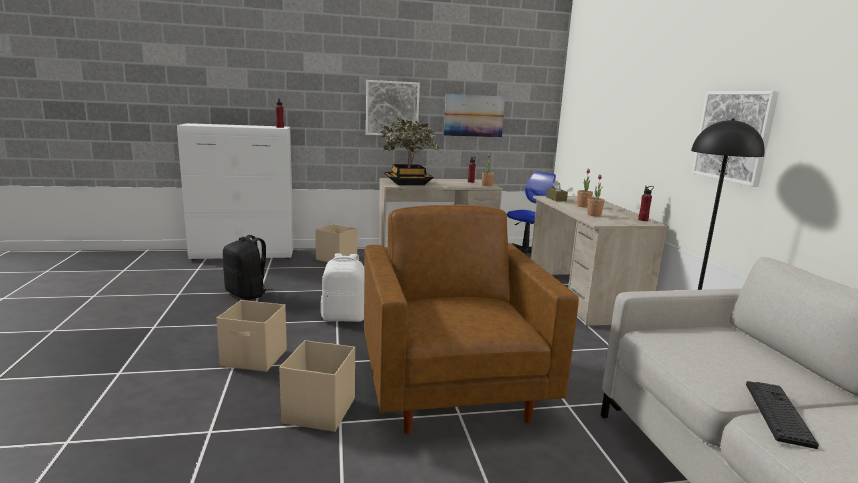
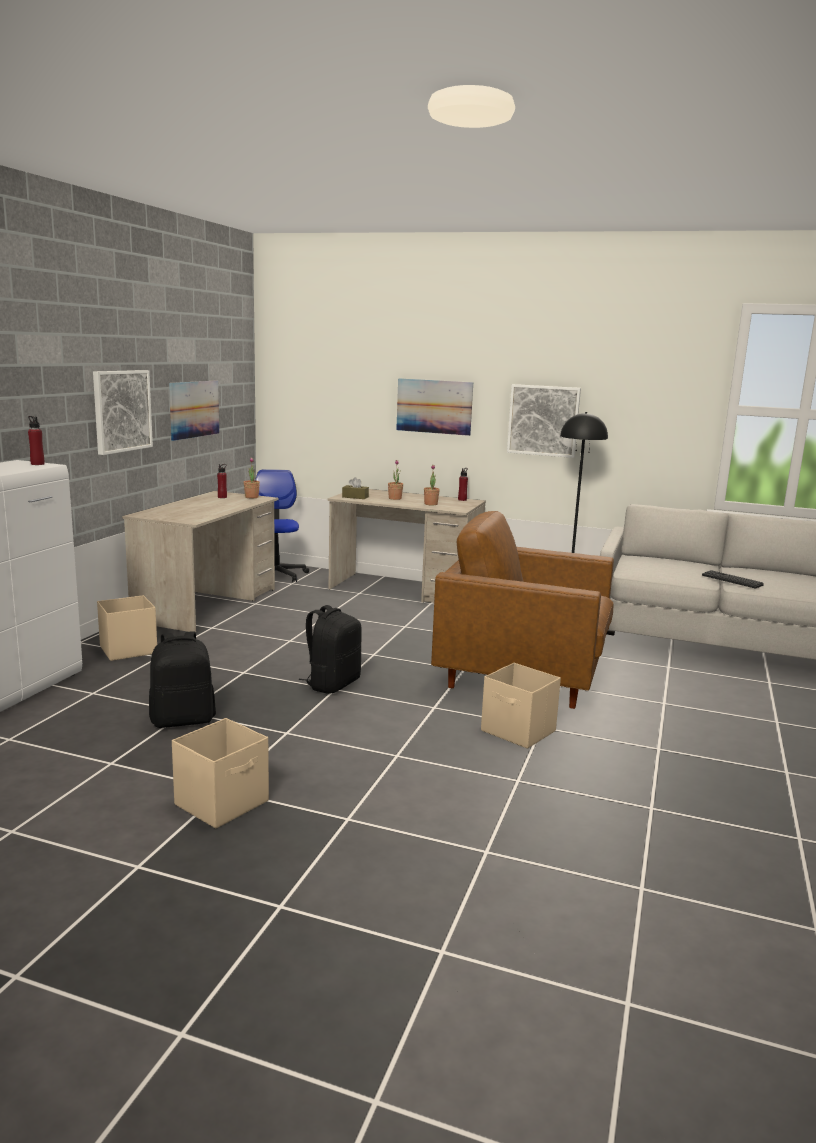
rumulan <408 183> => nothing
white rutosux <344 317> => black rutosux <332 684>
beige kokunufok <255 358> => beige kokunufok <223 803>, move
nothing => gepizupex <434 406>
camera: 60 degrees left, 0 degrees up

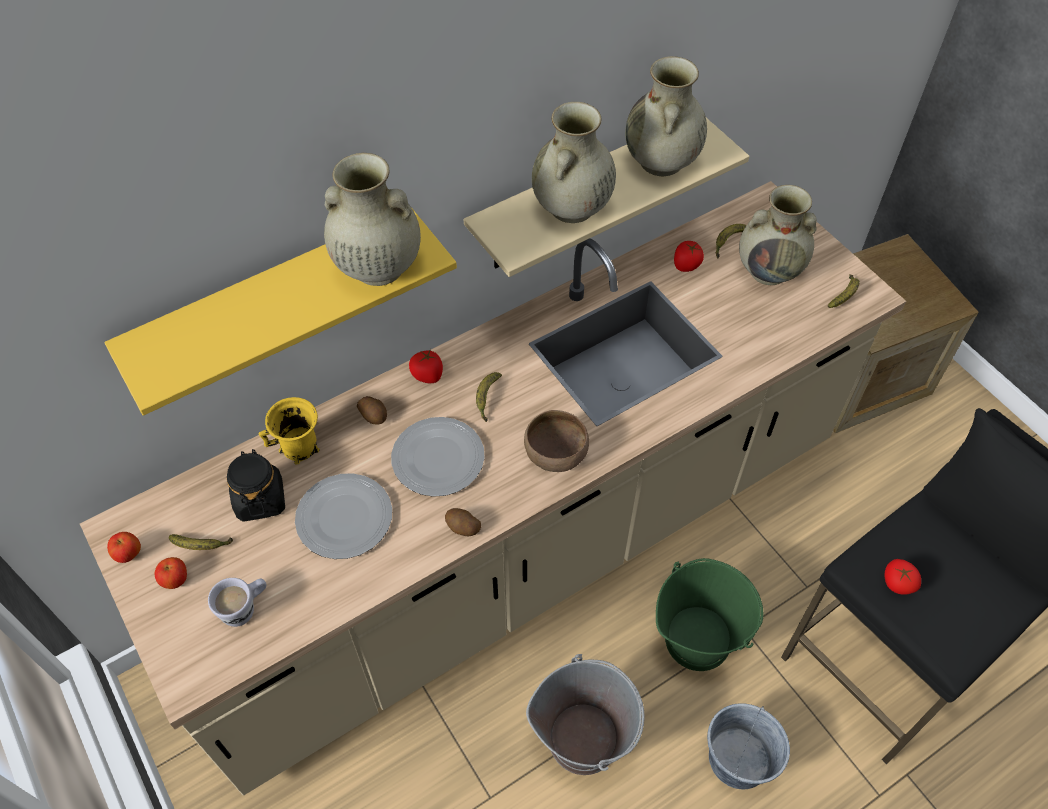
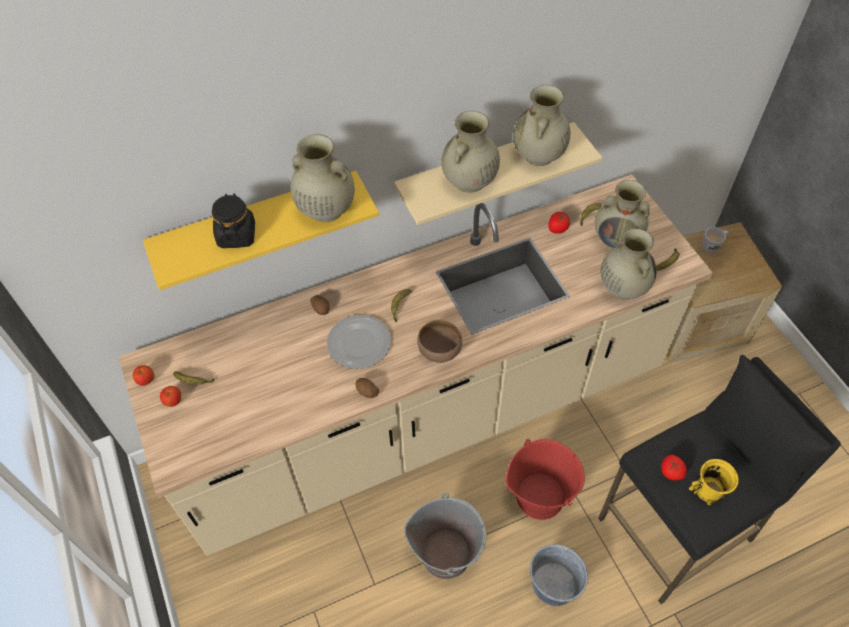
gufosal <428 375> => nothing
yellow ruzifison <300 447> => yellow ruzifison <708 491>, move
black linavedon <260 499> => black linavedon <236 235>, move
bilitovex <345 519> => nothing
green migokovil <697 638> => red migokovil <539 496>
white ruzifison <245 608> => white ruzifison <712 246>, move
nothing => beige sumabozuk <622 287>
camera: 10 degrees right, 0 degrees up

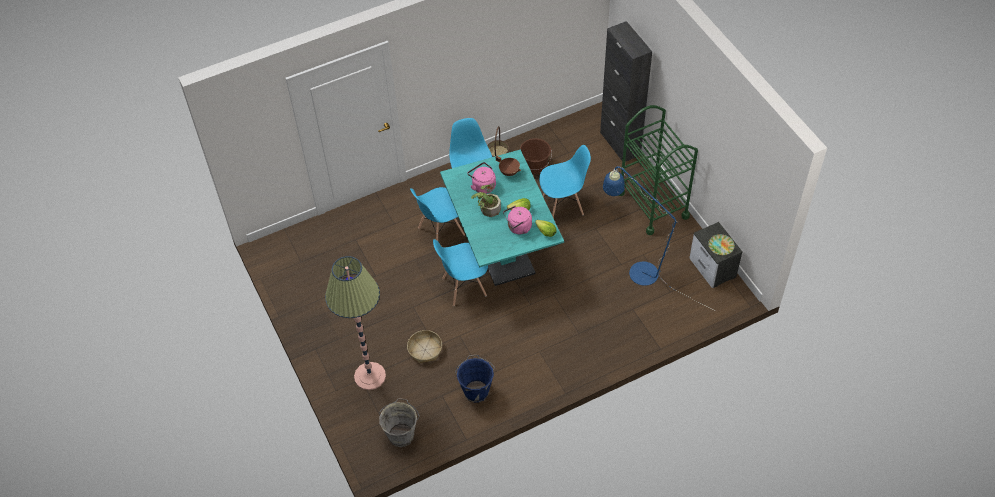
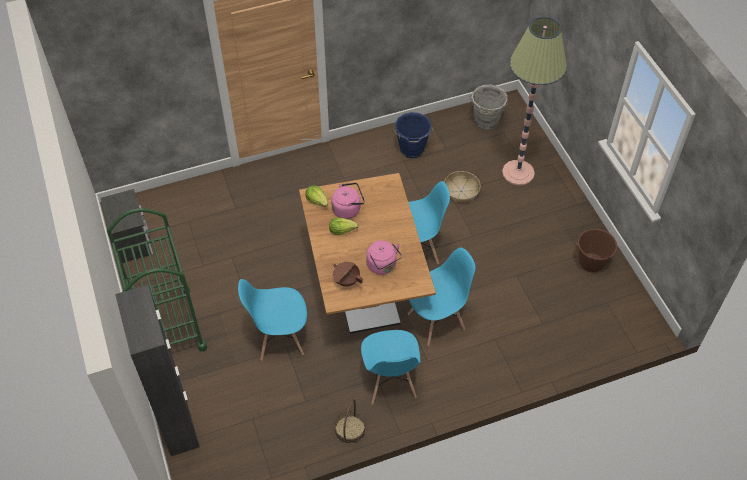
brown migokovil <535 167> => brown migokovil <591 263>, move
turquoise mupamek <502 250> => brown mupamek <365 290>
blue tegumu <636 270> => nothing
rumulan <487 208> => nothing
bilitovex <720 246> => nothing
camera: 175 degrees left, 0 degrees up

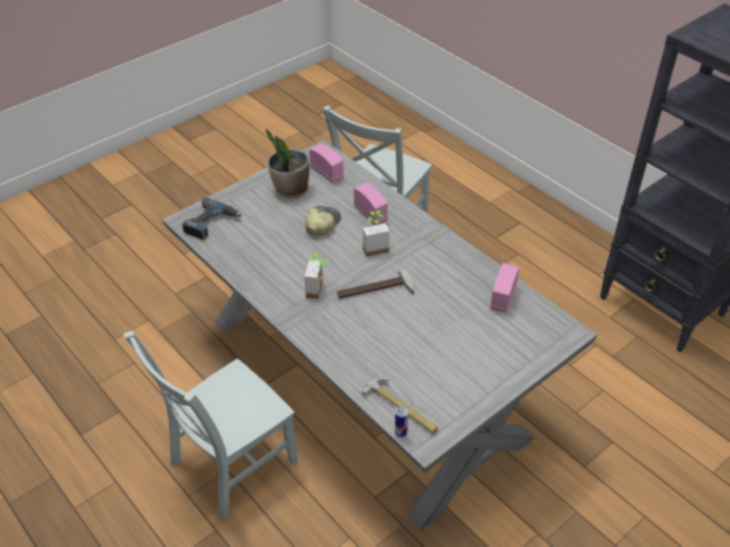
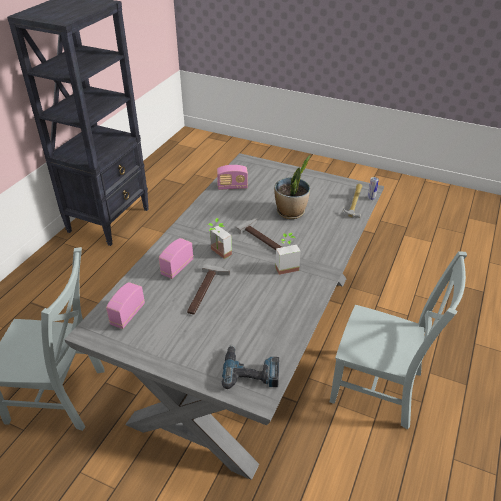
rumulan <290 189> => rumulan <291 212>, move
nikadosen <322 224> => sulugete <206 291>
camera: 115 degrees left, 5 degrees down

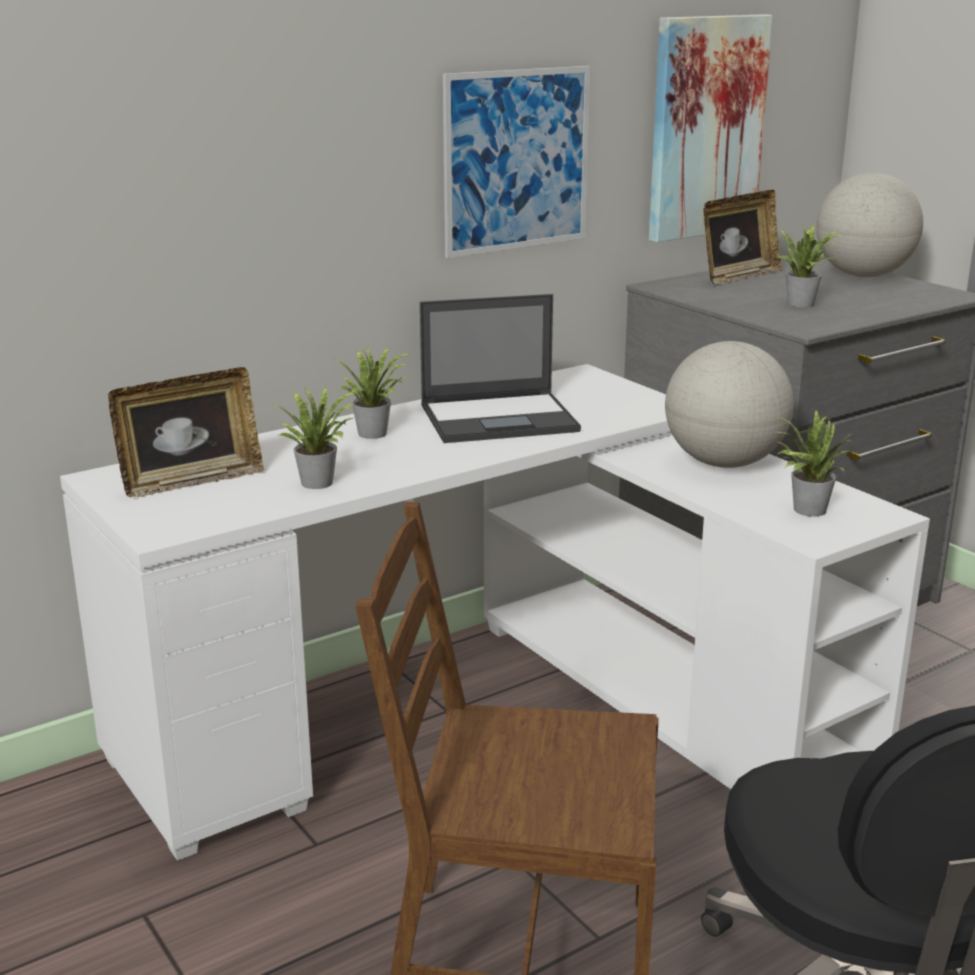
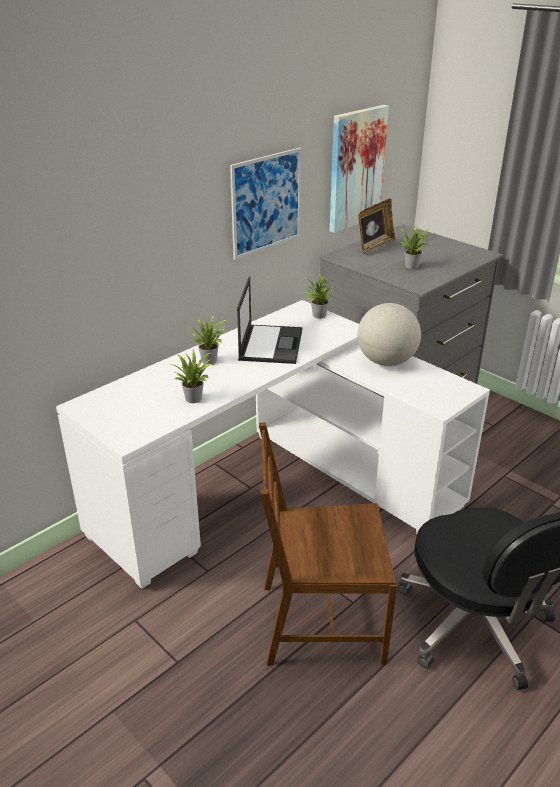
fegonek <863 276> => nothing
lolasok <500 418> => lolasok <271 344>, 60 degrees counterclockwise
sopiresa <191 481> => nothing
rumulan <805 510> => rumulan <317 315>, move
camera: 10 degrees left, 10 degrees up

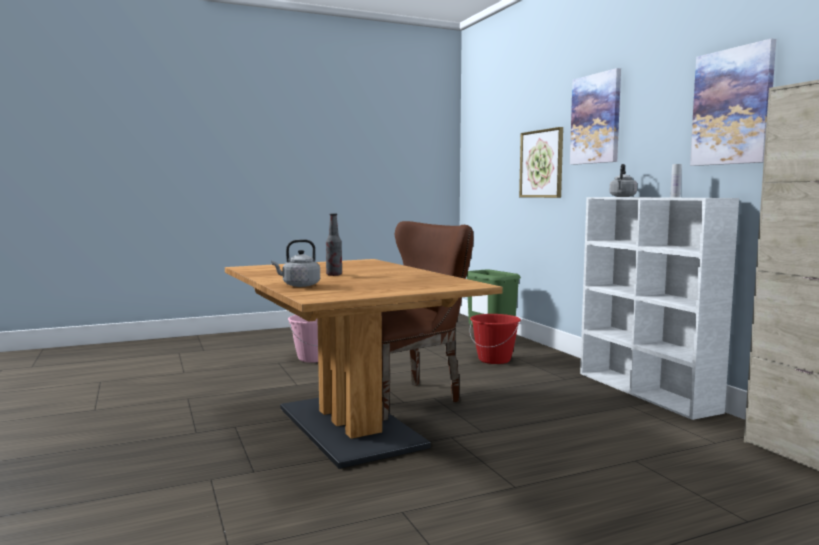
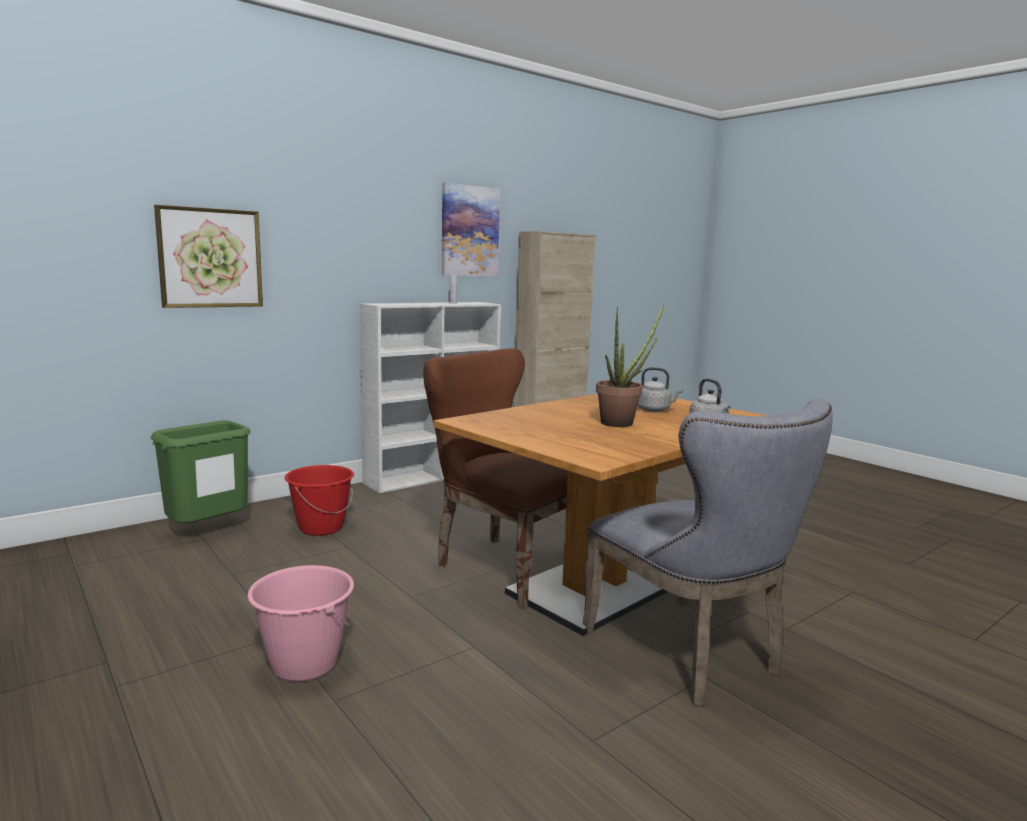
gepizupex <596 119> => nothing
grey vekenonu <622 196> => grey vekenonu <655 410>, move
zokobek <334 275> => rumulan <622 422>
nothing => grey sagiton <692 655>
camera: 105 degrees left, 5 degrees up

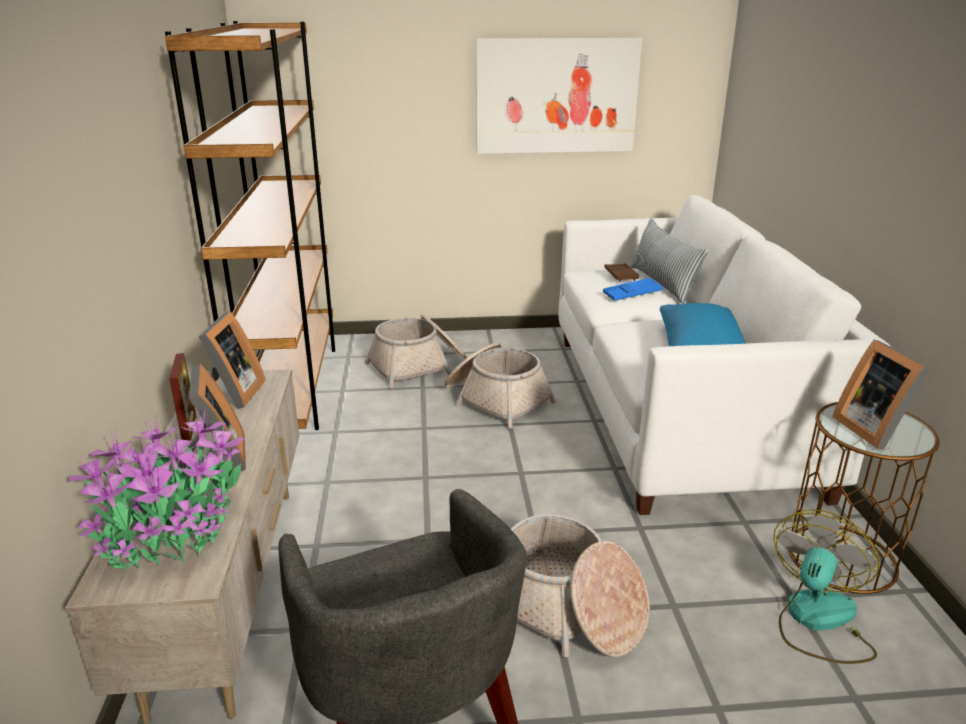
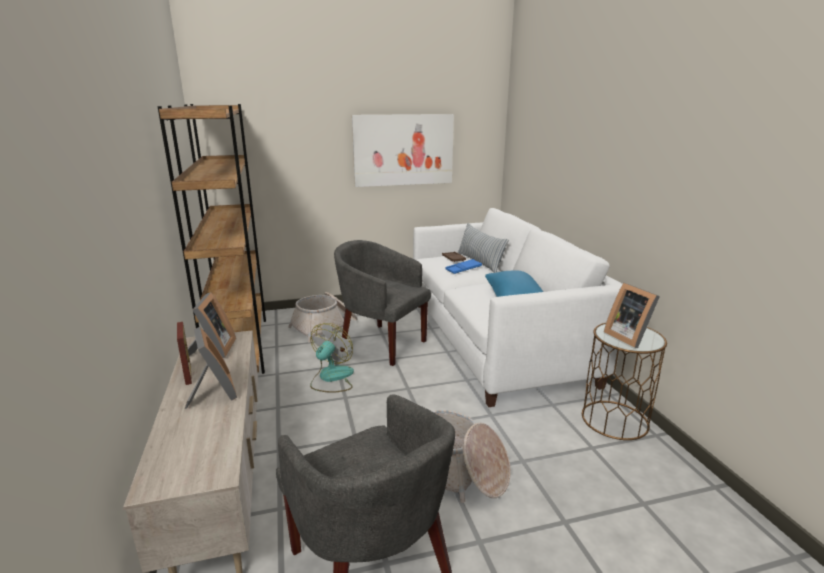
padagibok <496 399> => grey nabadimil <381 344>
rumulan <172 530> => nothing
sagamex <817 621> => sagamex <331 378>, move
camera: 10 degrees left, 5 degrees down

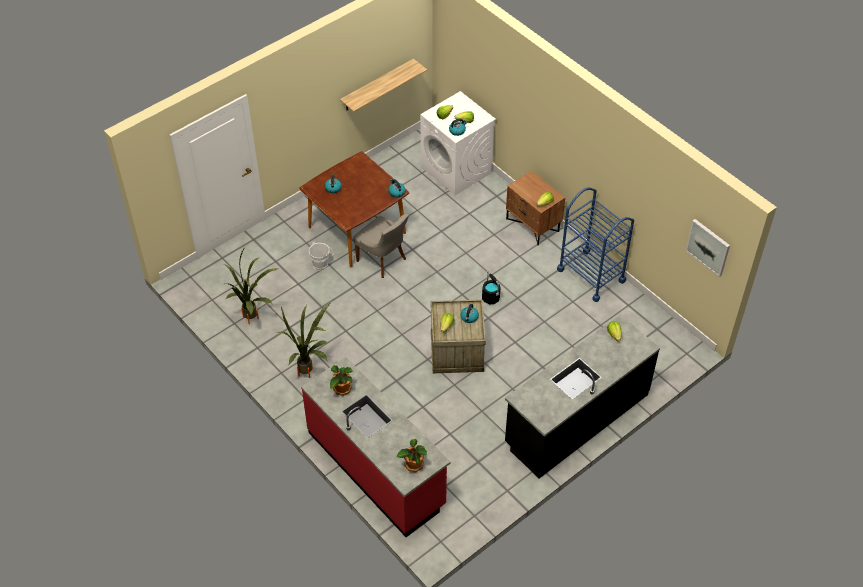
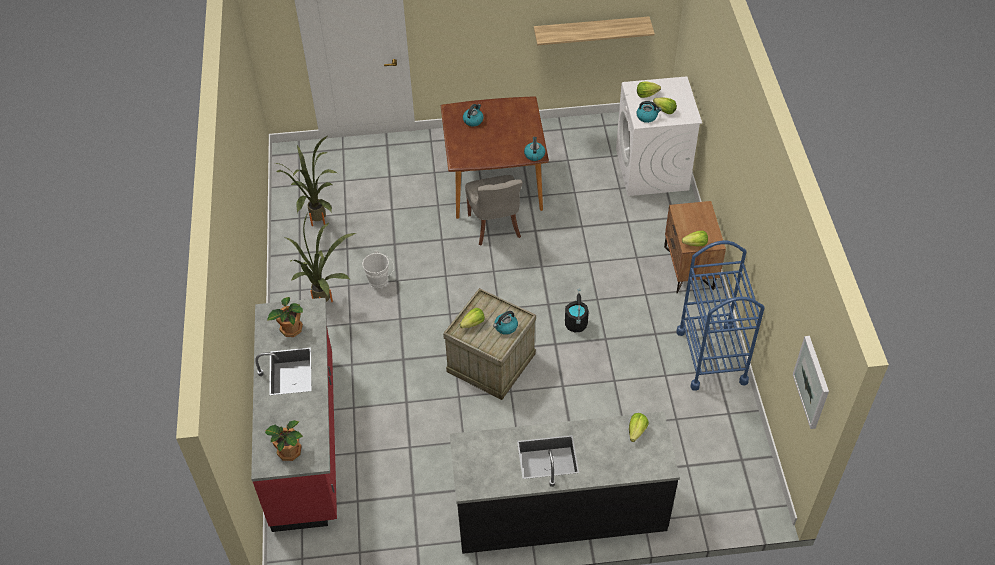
white migokovil <322 264> => white migokovil <380 280>, move
camera: 35 degrees right, 0 degrees up

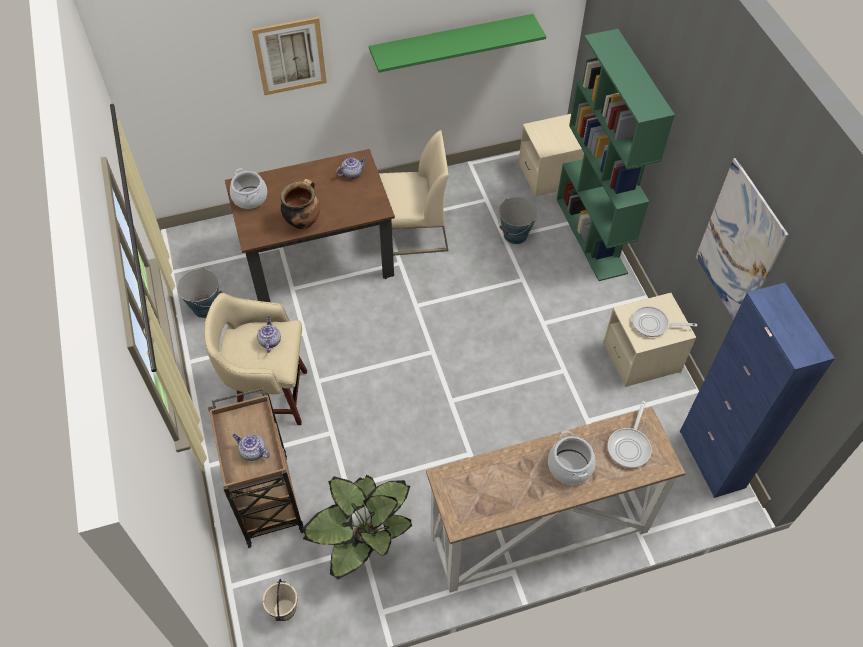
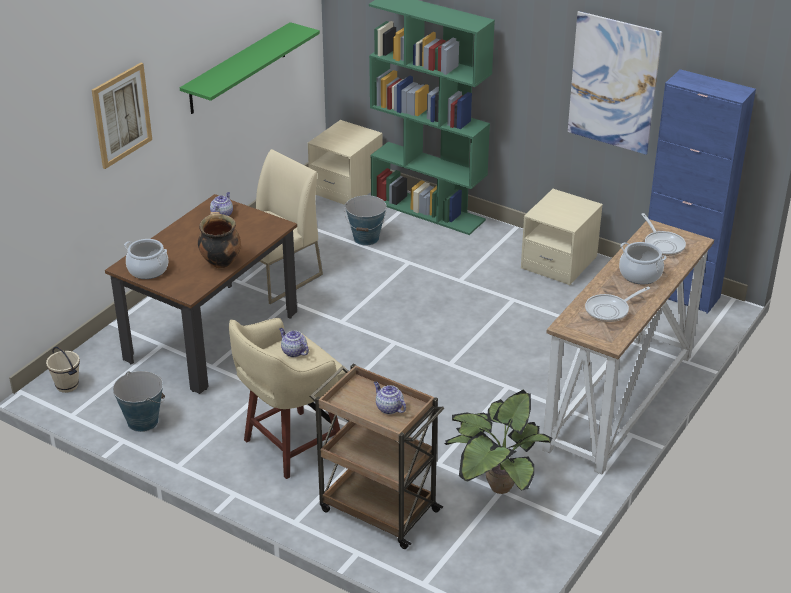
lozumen <653 324> => lozumen <610 310>, move
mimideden <252 452> => mimideden <388 408>, 60 degrees clockwise
beige migokovil <284 609> => beige migokovil <67 385>, move
camera: 40 degrees left, 20 degrees down

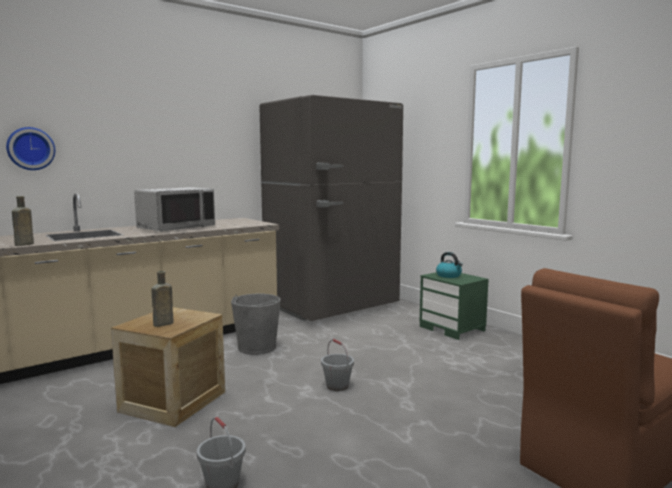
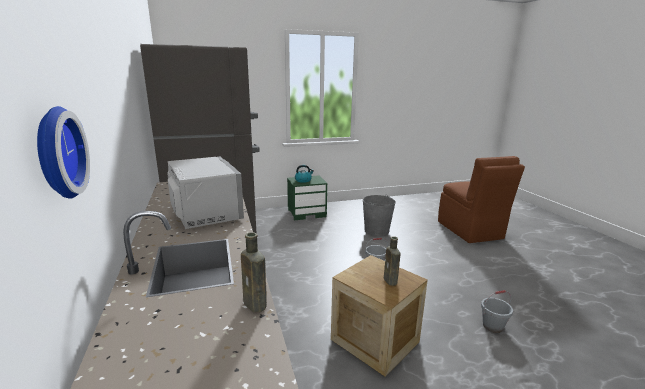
grey migokovil <256 348> => grey migokovil <377 230>, move
camera: 70 degrees left, 10 degrees up

